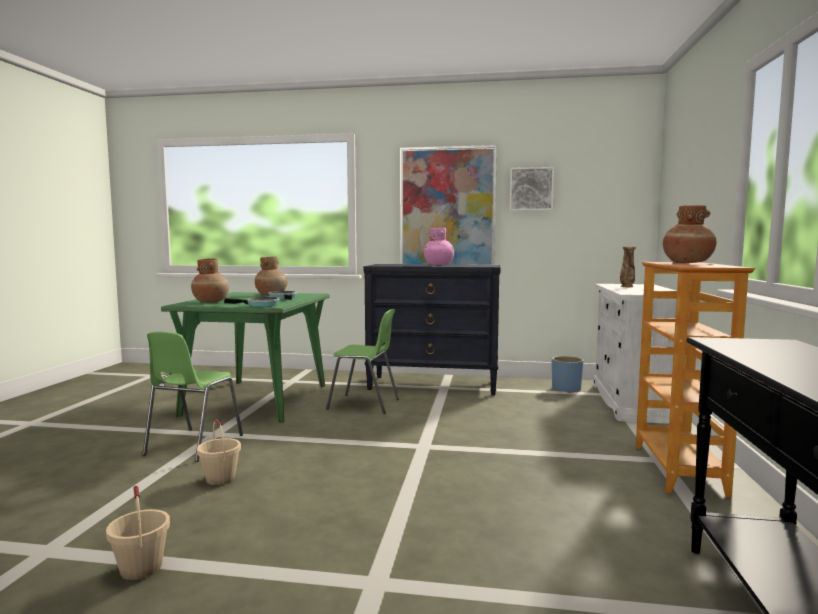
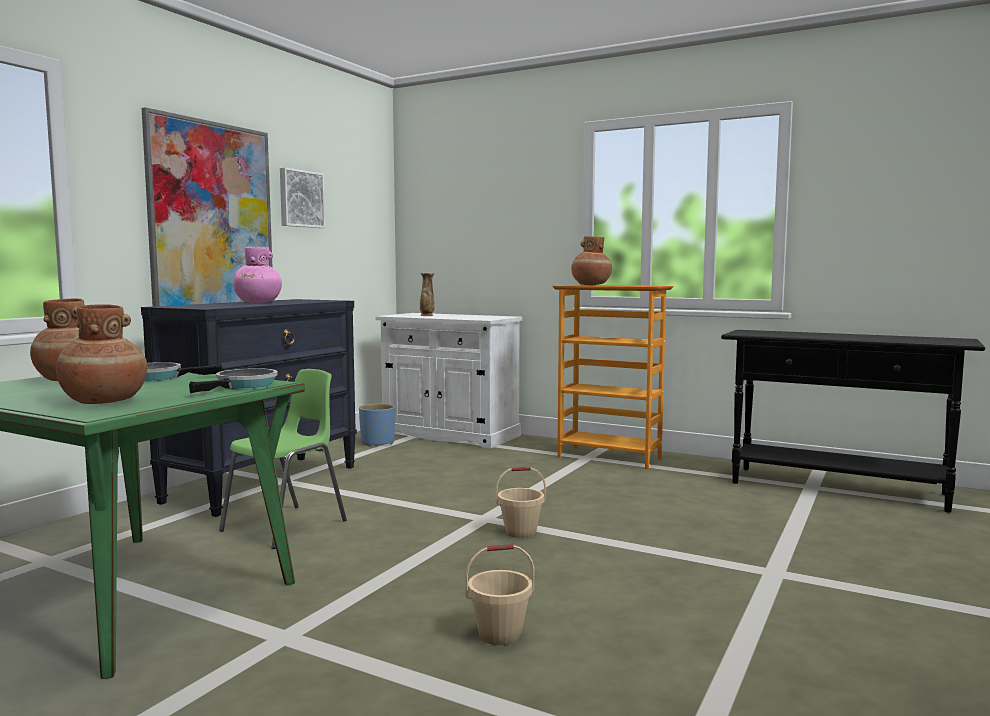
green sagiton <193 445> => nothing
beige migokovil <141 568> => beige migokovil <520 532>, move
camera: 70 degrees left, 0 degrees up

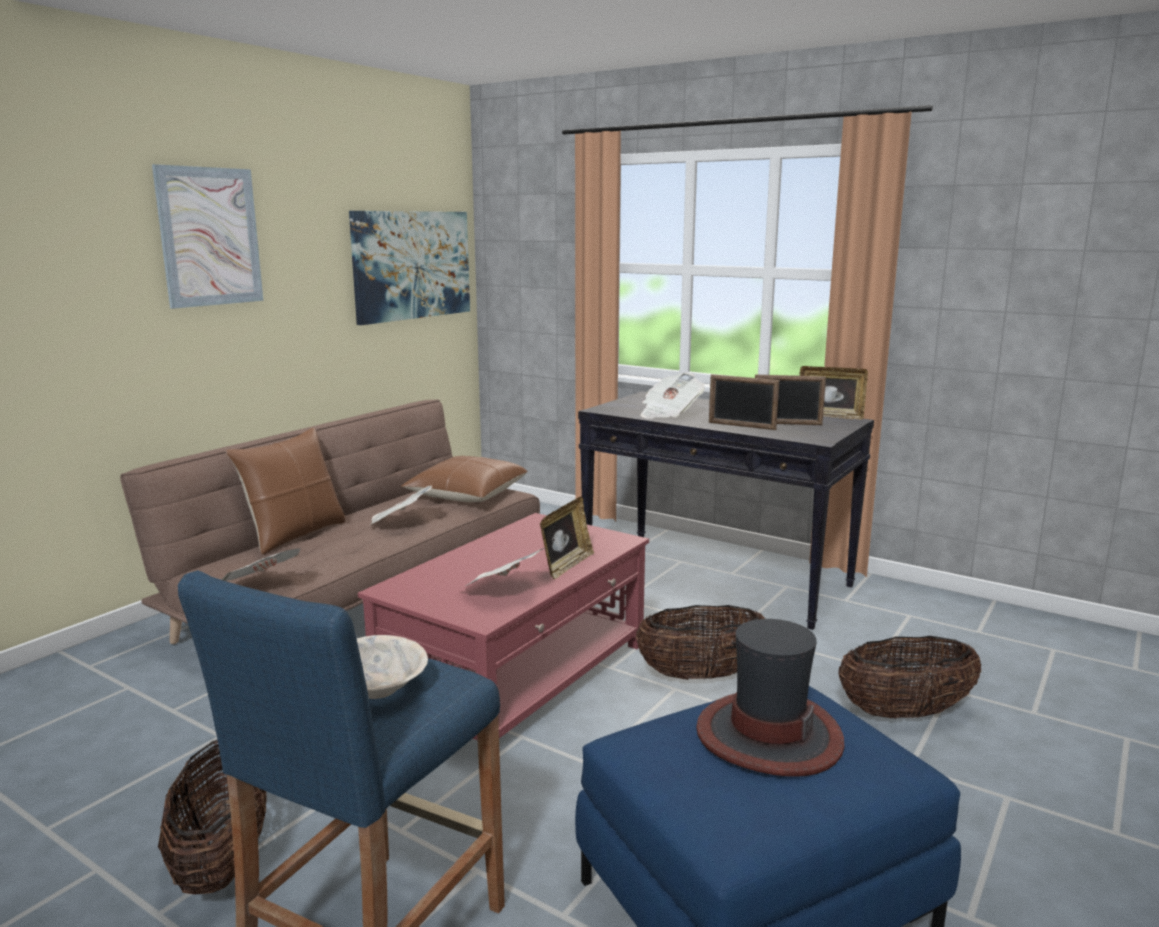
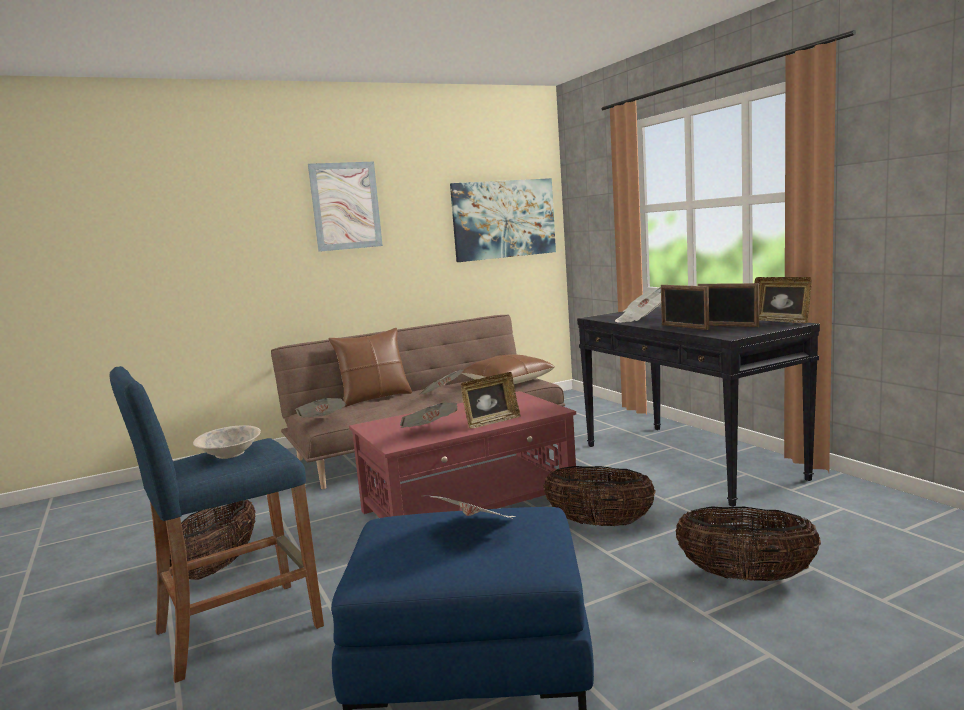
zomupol <768 735> => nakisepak <474 530>
camera: 30 degrees right, 5 degrees down

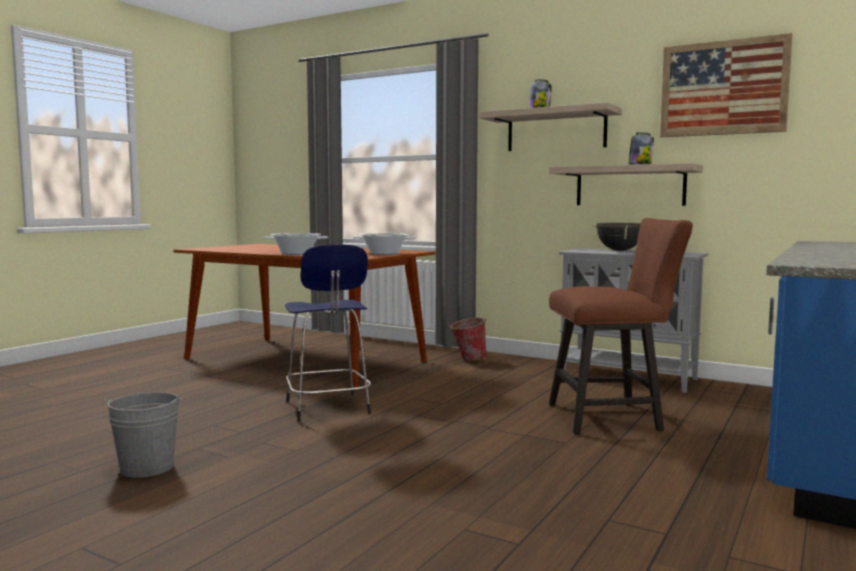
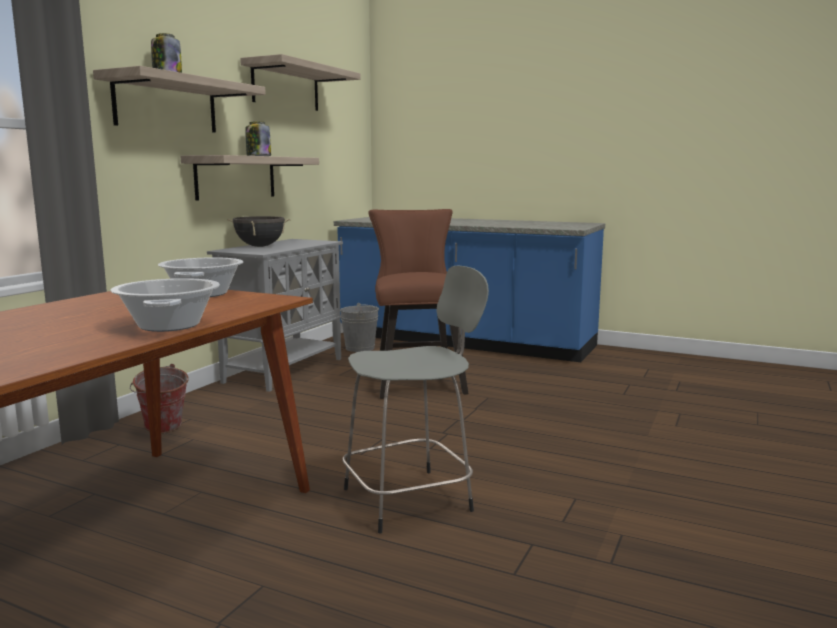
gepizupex <723 88> => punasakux <286 87>
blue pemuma <328 408> => grey pemuma <411 499>
grey migokovil <146 467> => grey migokovil <360 348>, move
camera: 95 degrees left, 5 degrees up

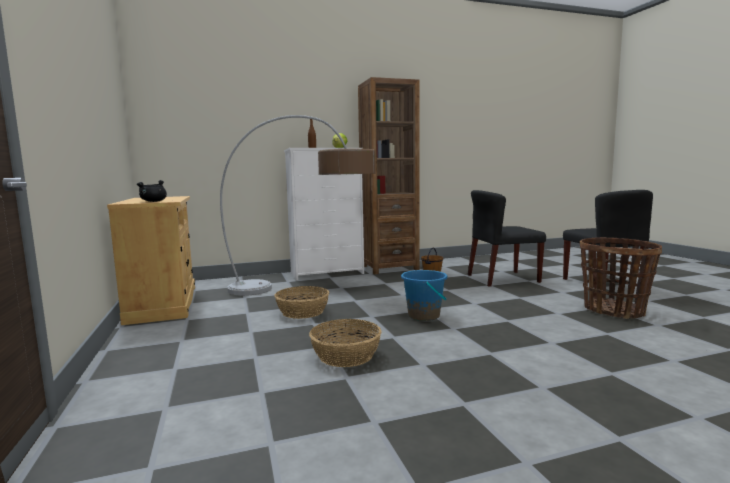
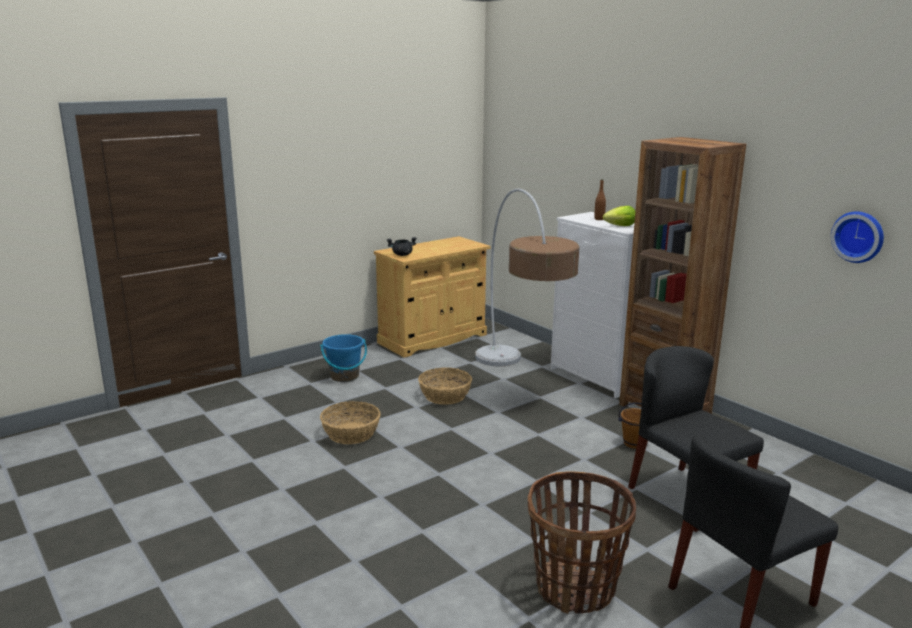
blue migokovil <424 316> => blue migokovil <344 376>, move
nothing => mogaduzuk <858 236>
camera: 70 degrees right, 10 degrees up

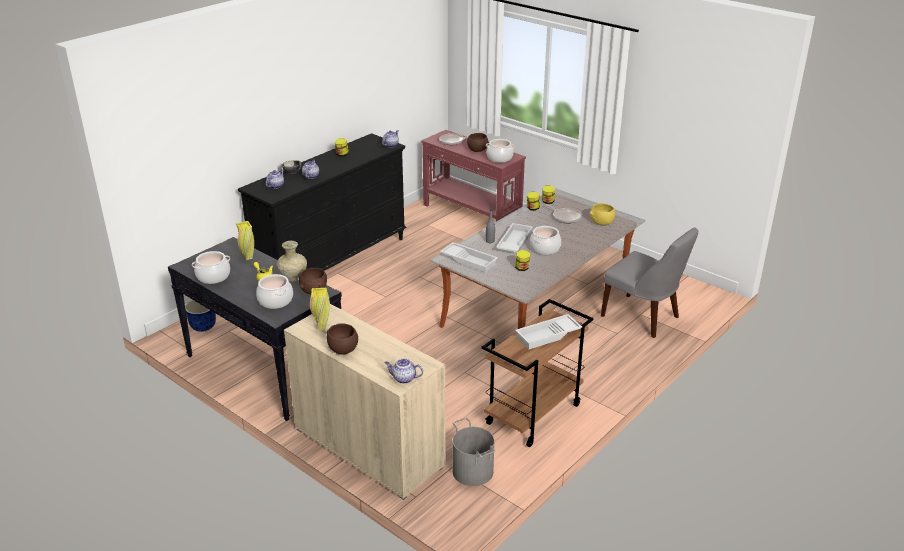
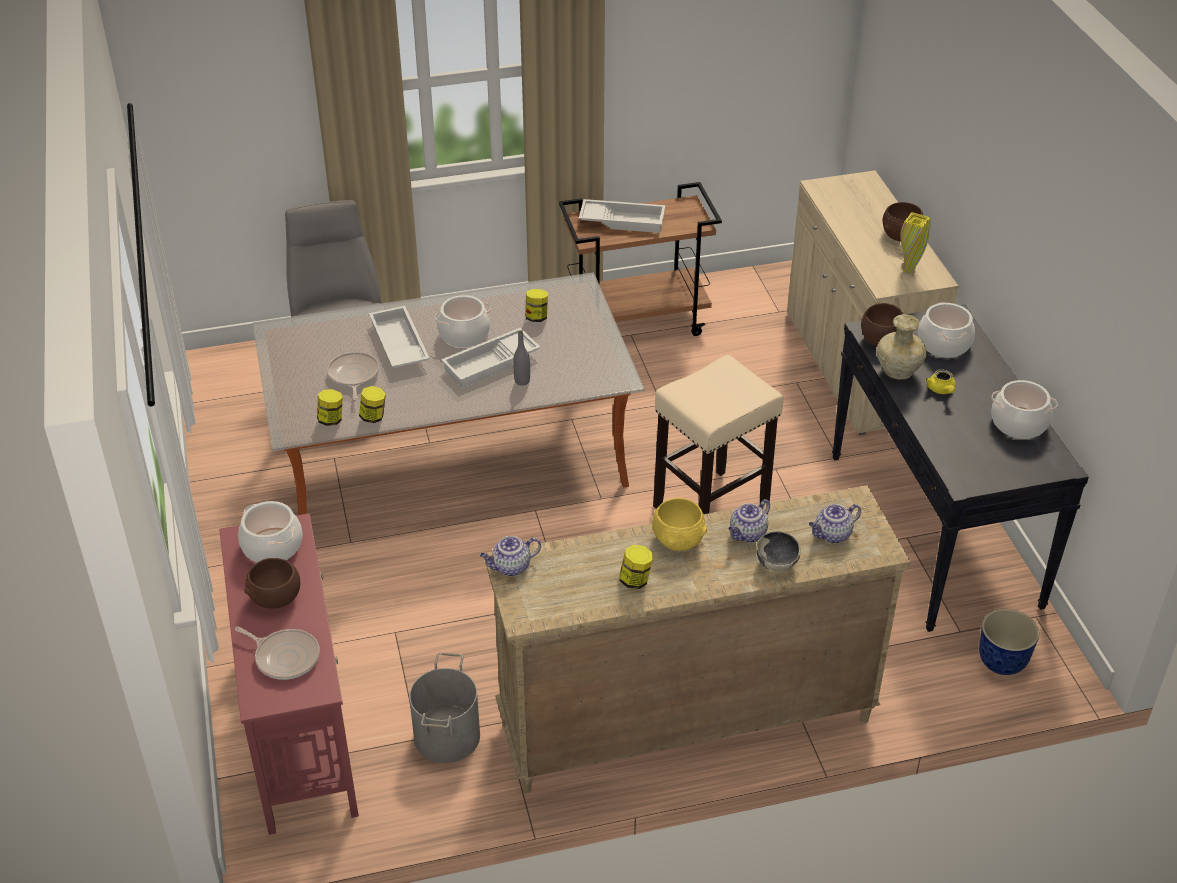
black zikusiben <333 261> => beige zikusiben <684 720>
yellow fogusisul <601 222> => yellow fogusisul <678 539>, move
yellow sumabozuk <248 258> => nothing
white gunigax <469 260> => white gunigax <398 345>, move
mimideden <403 378> => nothing
grey migokovil <473 471> => grey migokovil <446 736>, move
nothing => beige pemuma <711 507>
camera: 145 degrees left, 10 degrees up

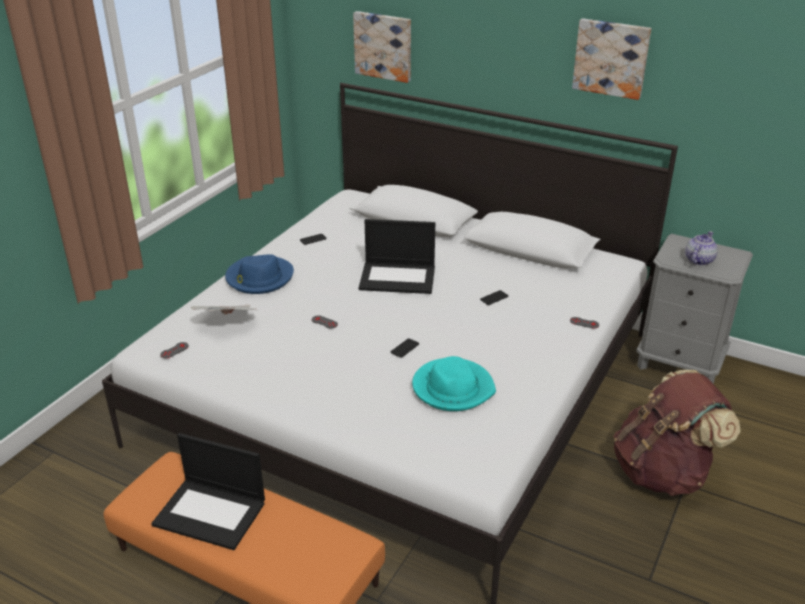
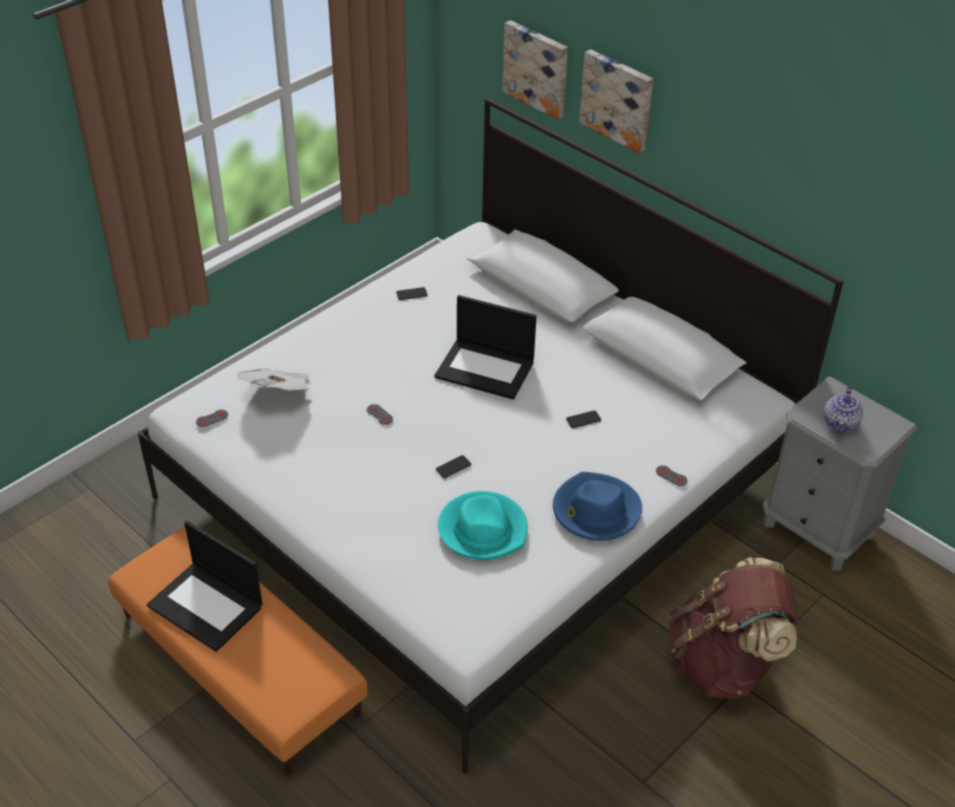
gepizupex <611 58> => gepizupex <618 99>, move
mimideden <698 260> => mimideden <840 423>, 150 degrees clockwise
blue zomupol <259 278> => blue zomupol <595 510>, move
camera: 15 degrees right, 10 degrees up

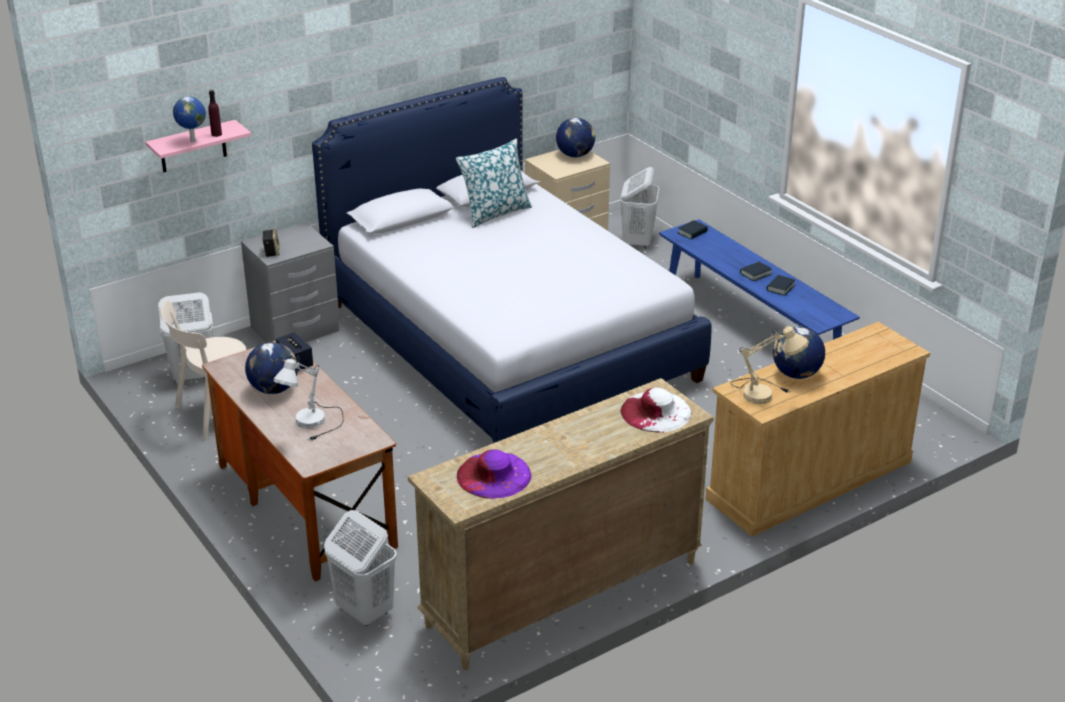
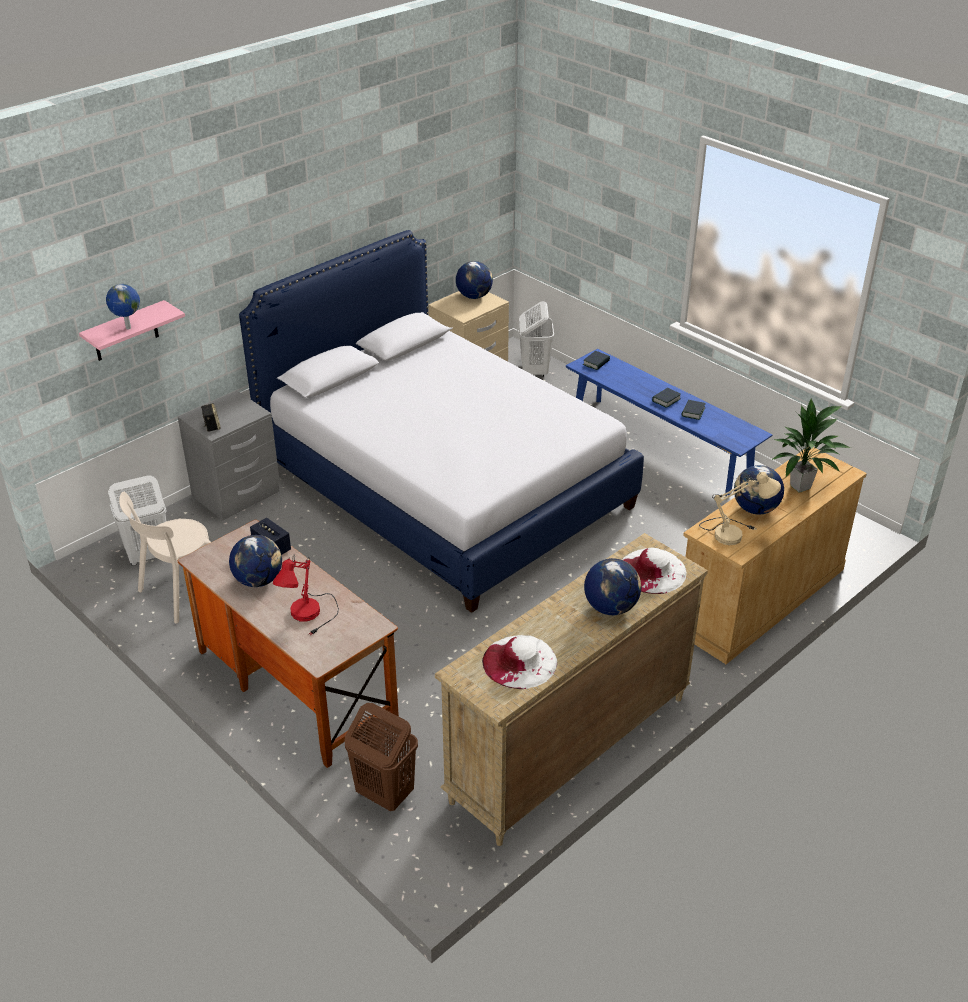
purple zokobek <216 134> => nothing
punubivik <495 213> => nothing
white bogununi <314 426> => red bogununi <311 617>
purple zomupol <494 475> => white zomupol <519 661>
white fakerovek <364 611> => brown fakerovek <384 794>
nothing => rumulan <801 487>
nothing => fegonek <611 607>
camera: 10 degrees left, 5 degrees up

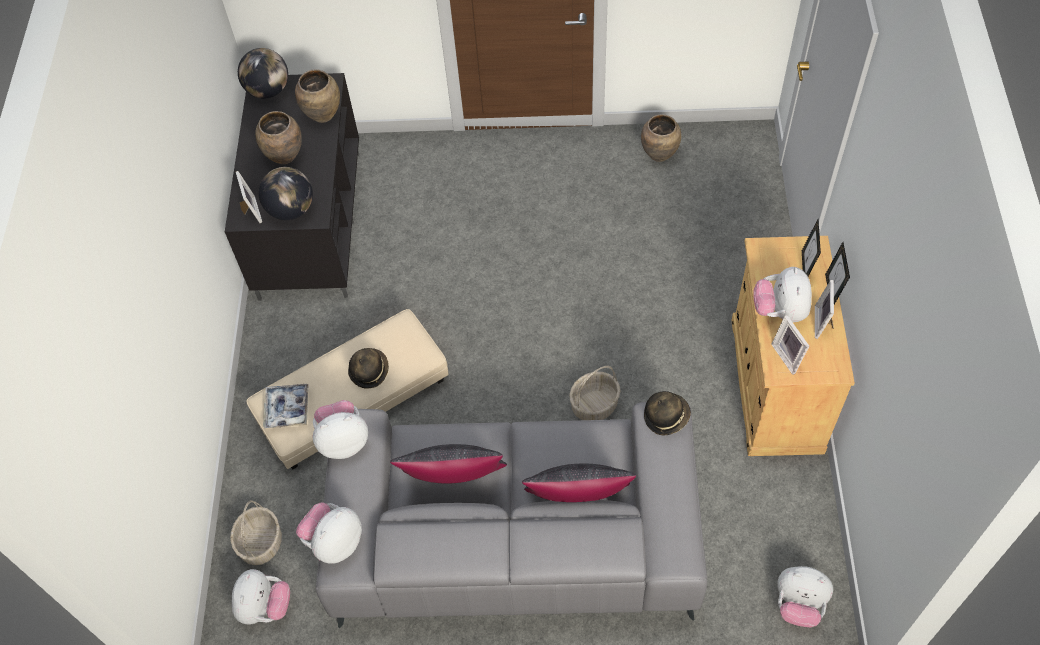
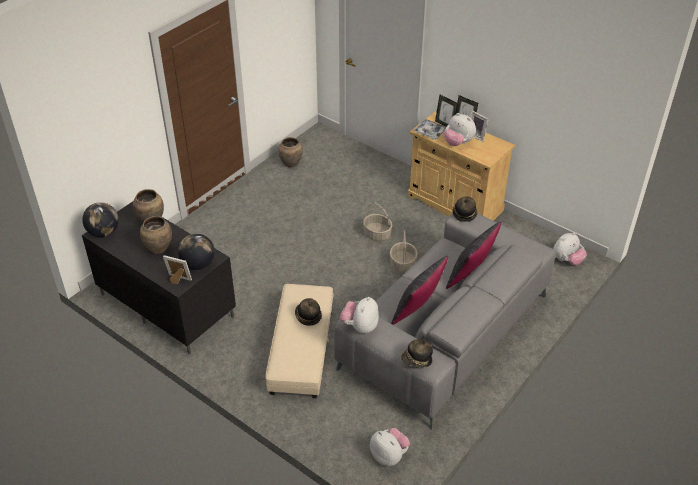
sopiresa <789 356> => nothing
gunigax <287 408> => gunigax <430 132>, move
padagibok <261 543> => padagibok <377 234>, move
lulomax <334 542> => zomupol <417 360>
camera: 55 degrees left, 15 degrees down

